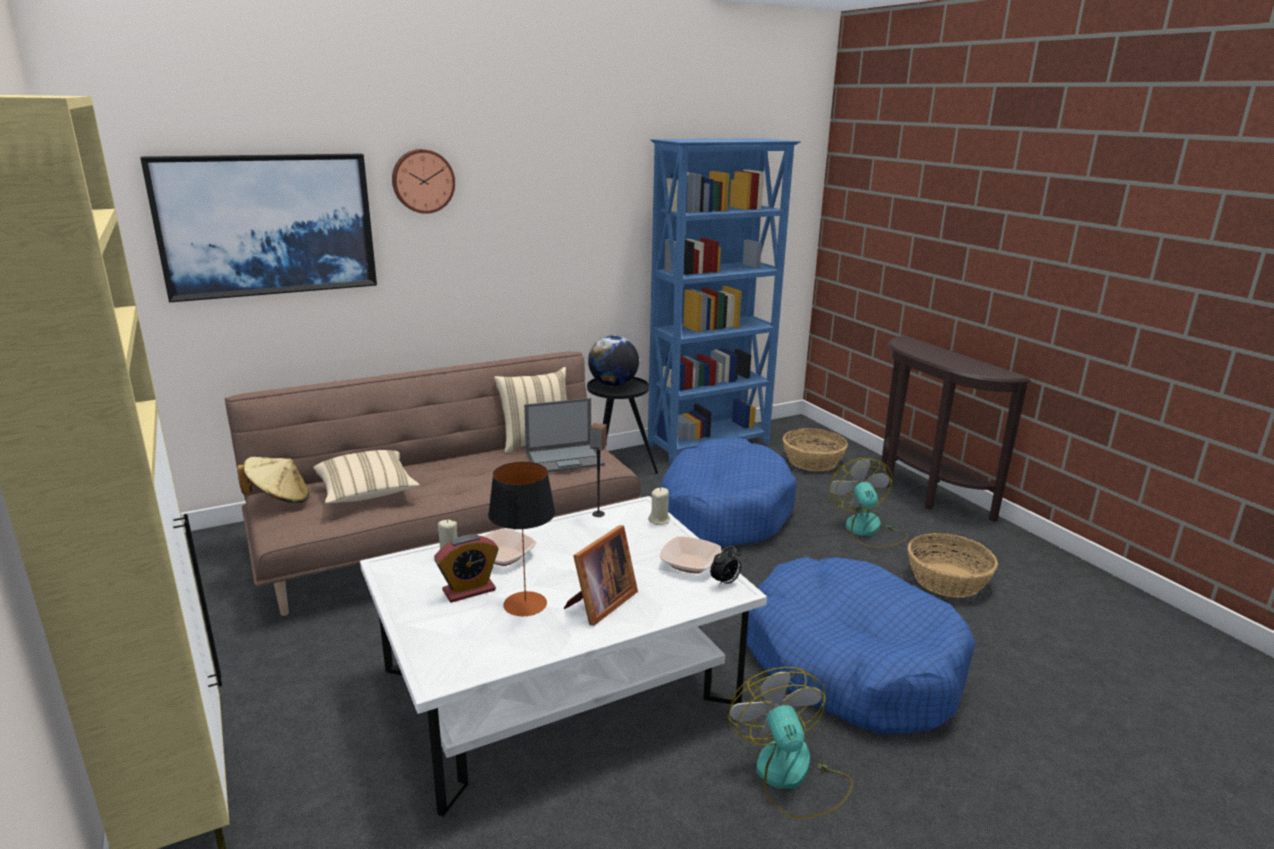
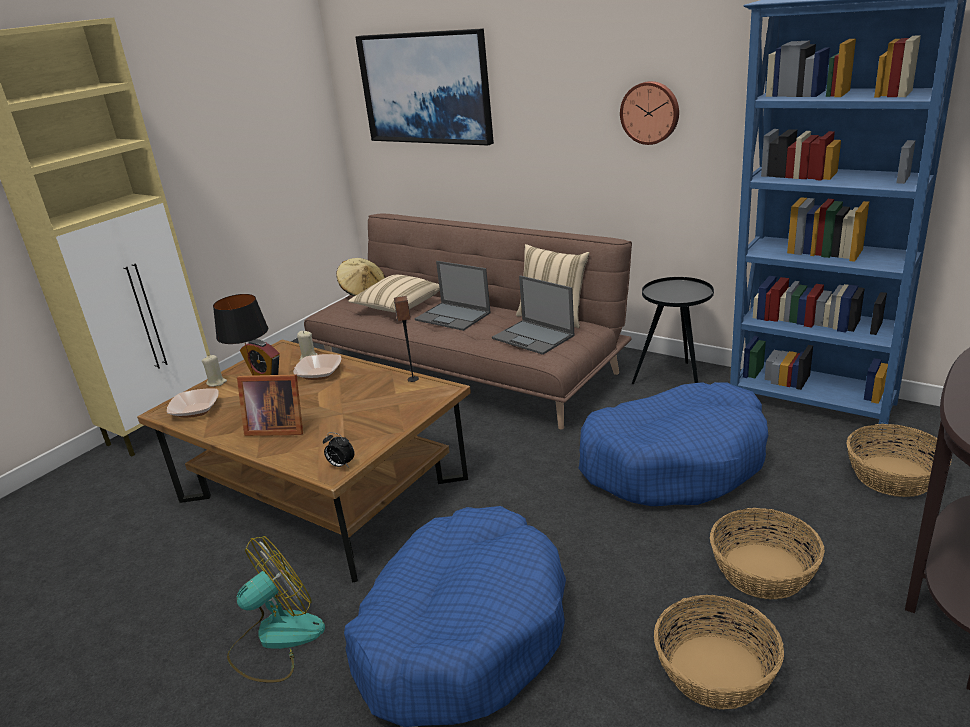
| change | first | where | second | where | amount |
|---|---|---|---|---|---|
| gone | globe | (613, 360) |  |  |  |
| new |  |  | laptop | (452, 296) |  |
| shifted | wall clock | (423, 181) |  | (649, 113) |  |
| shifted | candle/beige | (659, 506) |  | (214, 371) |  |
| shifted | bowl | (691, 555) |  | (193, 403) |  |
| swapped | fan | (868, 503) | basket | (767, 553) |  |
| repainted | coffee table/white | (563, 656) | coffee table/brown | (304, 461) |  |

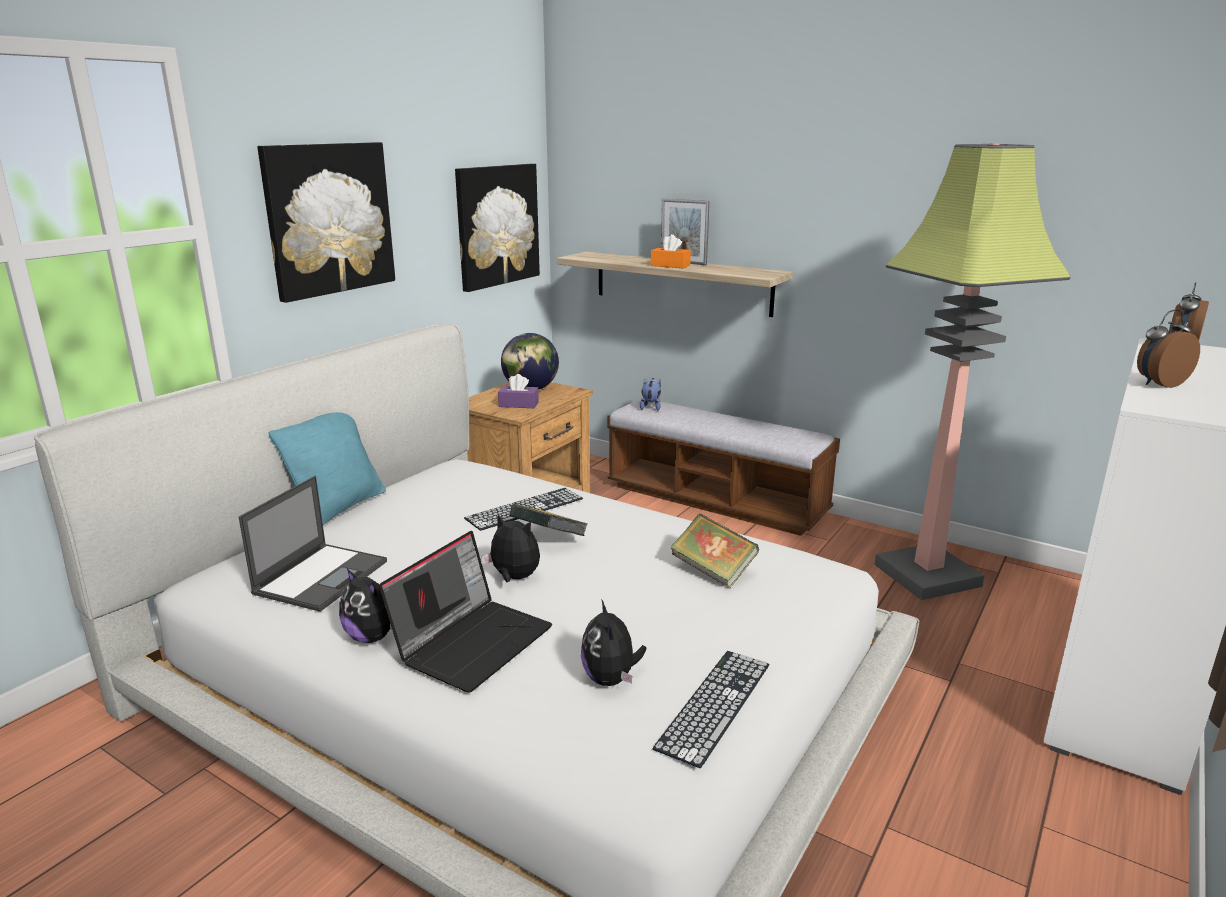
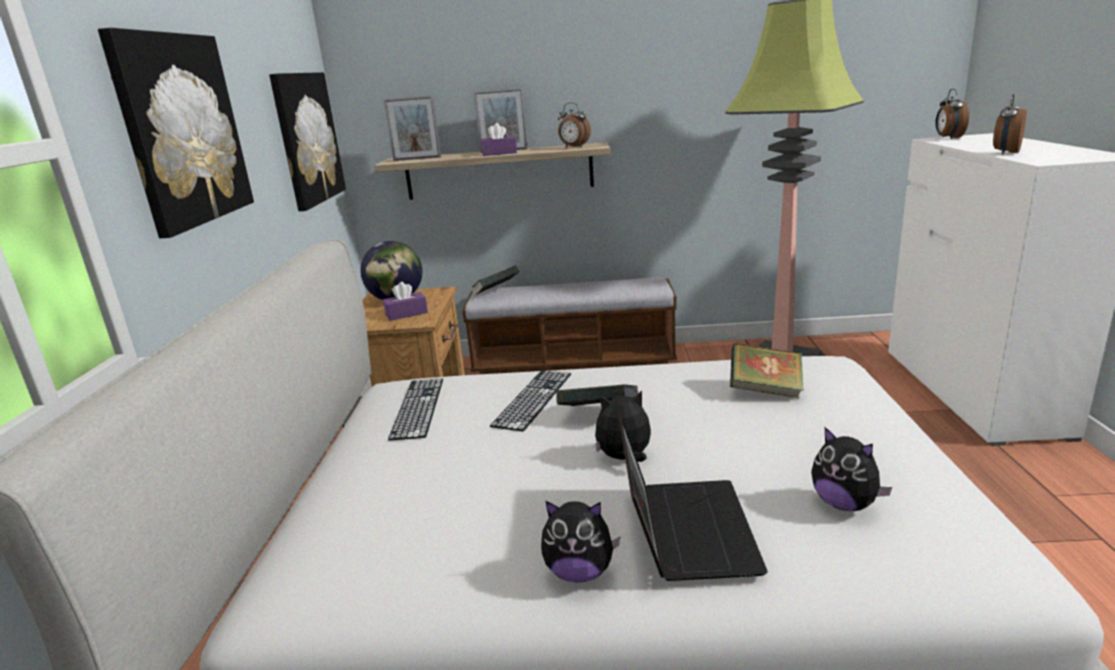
| change | first | where | second | where | amount |
|---|---|---|---|---|---|
| gone | laptop | (313, 544) |  |  |  |
| gone | pillow/turquoise | (327, 468) |  |  |  |
| new |  |  | picture frame | (412, 128) |  |
| new |  |  | alarm clock | (574, 125) |  |
| shifted | keyboard | (711, 709) |  | (415, 409) |  |
| swapped | plush toy | (650, 394) | book | (495, 280) |  |
| repainted | tissue box/orange | (671, 251) | tissue box/purple | (499, 139) |  |

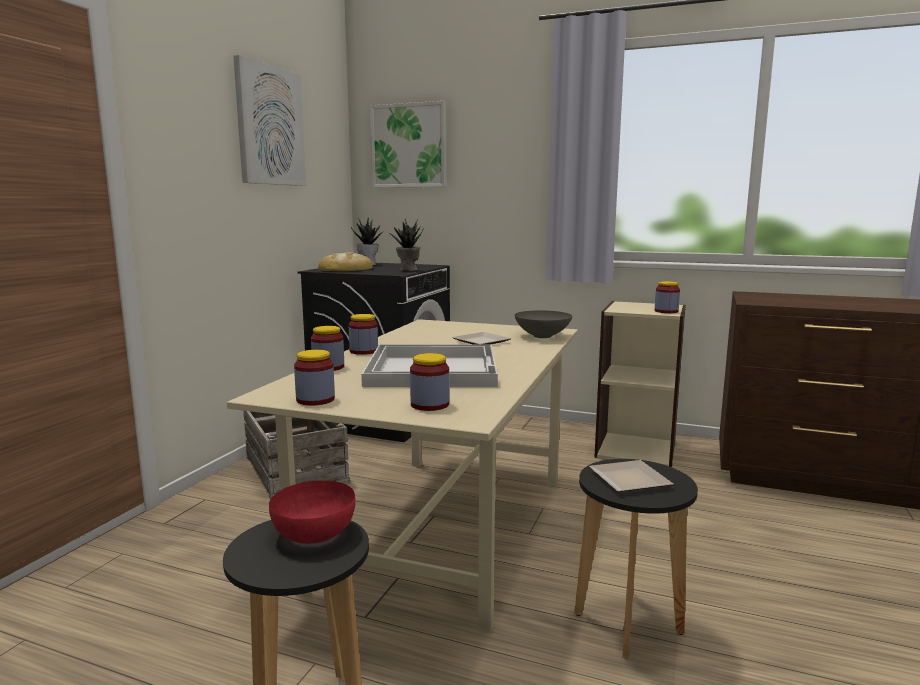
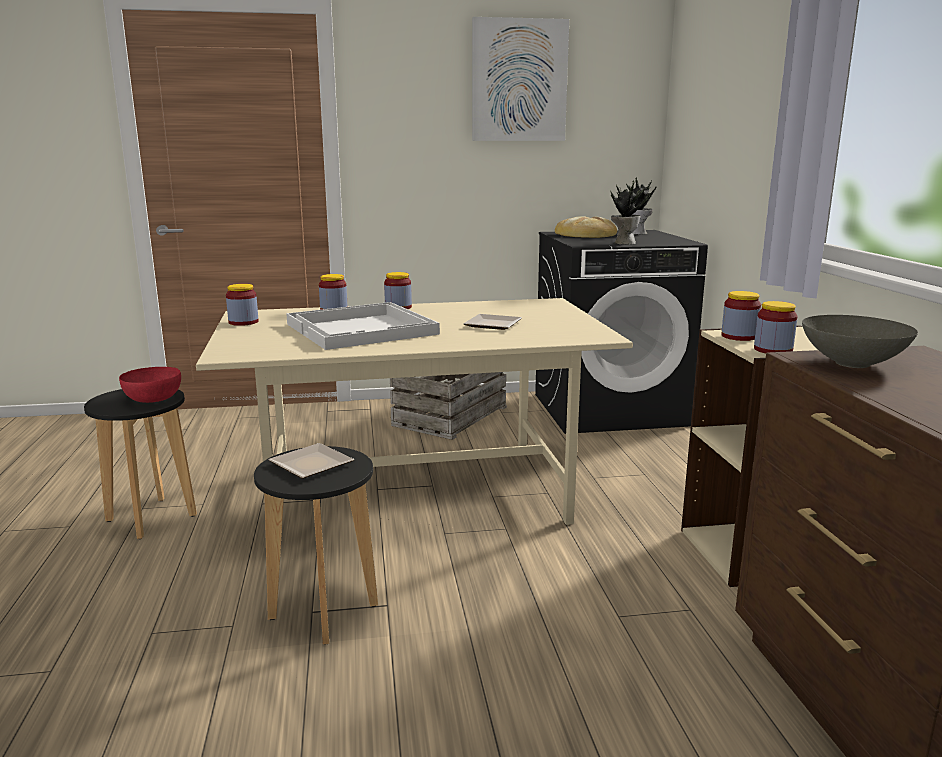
| change | first | where | second | where | amount |
|---|---|---|---|---|---|
| gone | picture | (408, 144) |  |  |  |
| shifted | jar | (429, 382) |  | (741, 316) |  |
| shifted | bowl/grey | (543, 324) |  | (860, 341) |  |

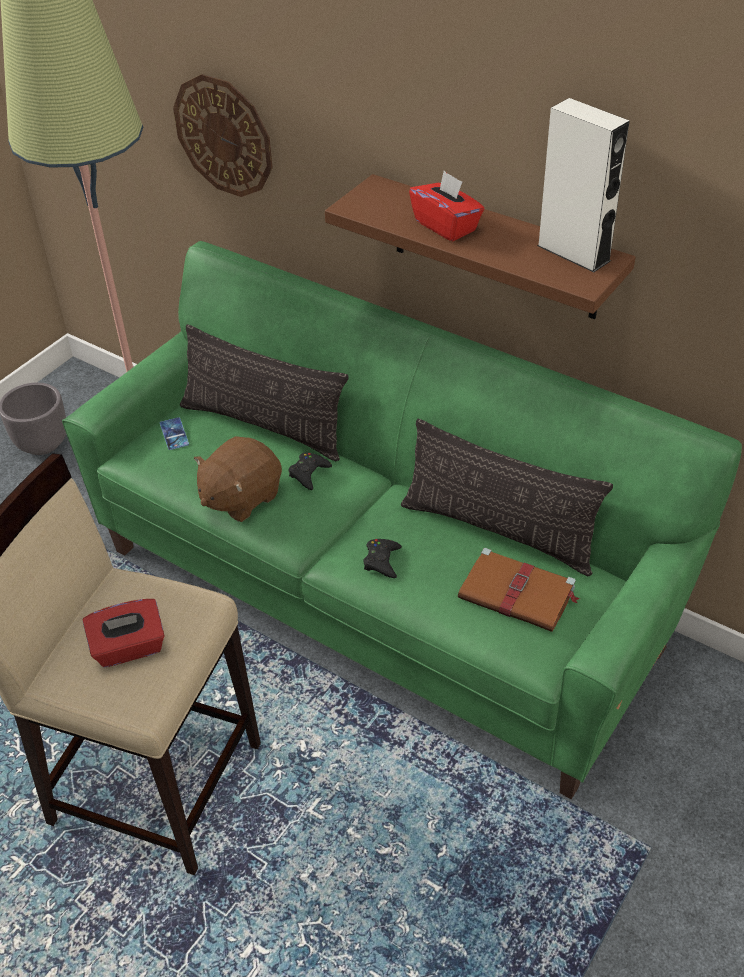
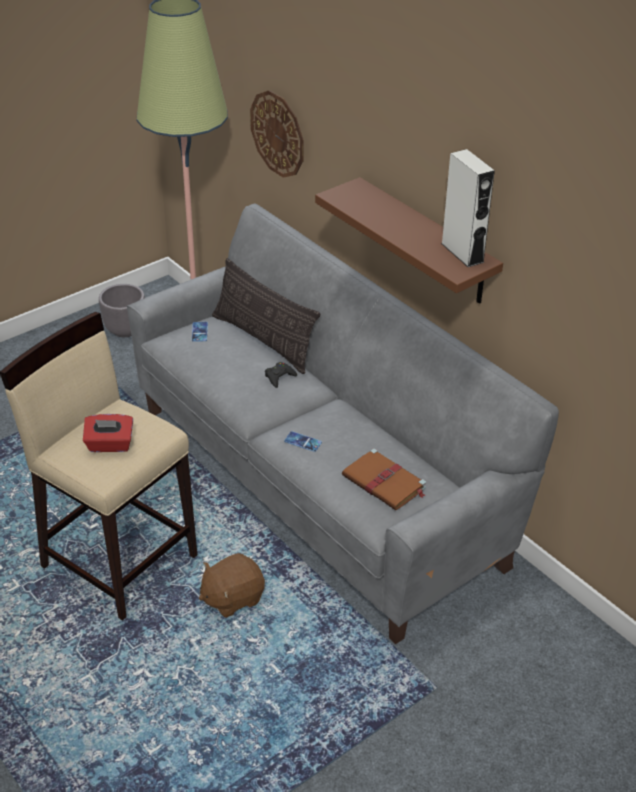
| change | first | where | second | where | amount |
|---|---|---|---|---|---|
| gone | pillow | (507, 497) |  |  |  |
| gone | tissue box/red | (446, 206) |  |  |  |
| shifted | plush toy/brown | (238, 479) |  | (232, 585) |  |
| swapped | game controller/black | (382, 558) | phone | (303, 441) |  |
| repainted | sofa/green | (402, 520) | sofa/grey | (343, 423) |  |

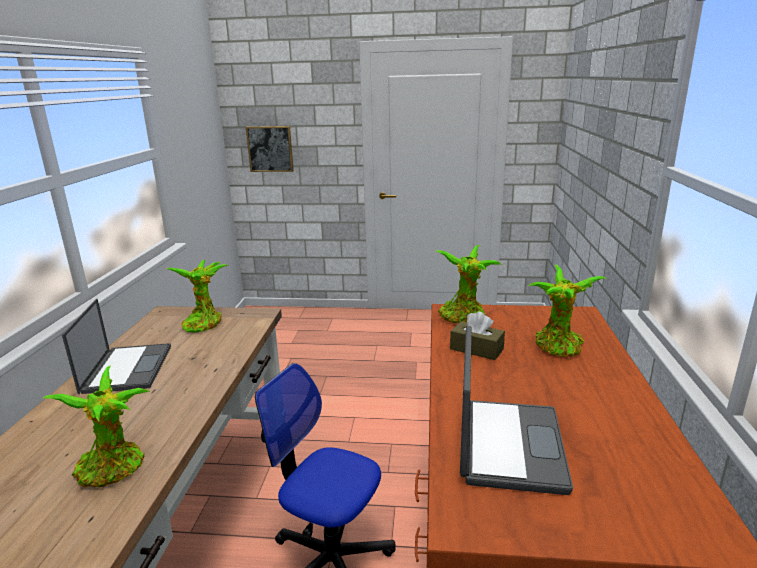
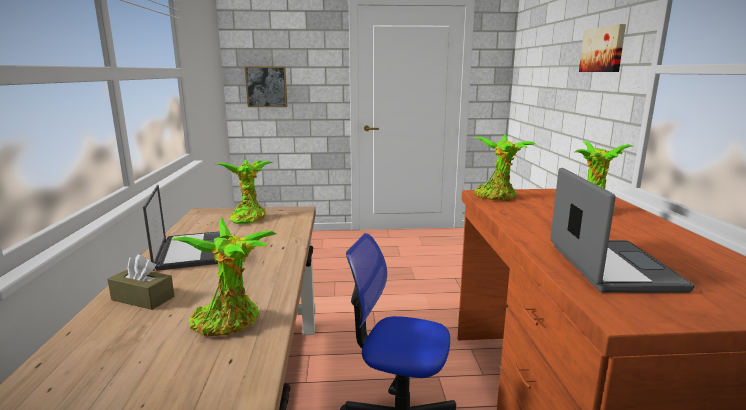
| change | first | where | second | where | amount |
|---|---|---|---|---|---|
| new |  |  | picture | (602, 48) |  |
| shifted | tissue box/brown | (477, 335) |  | (140, 282) |  |

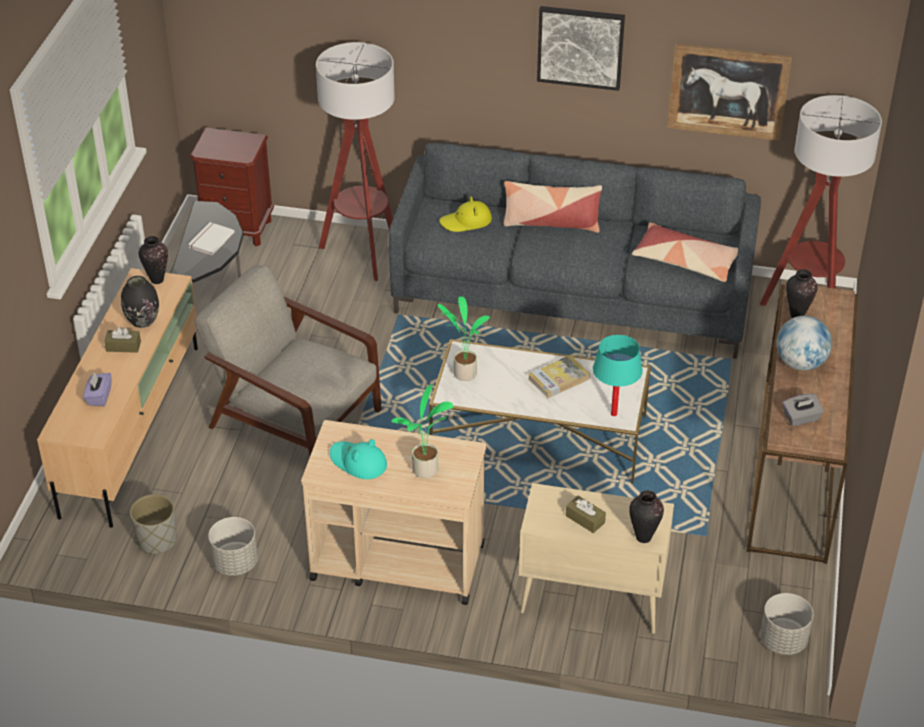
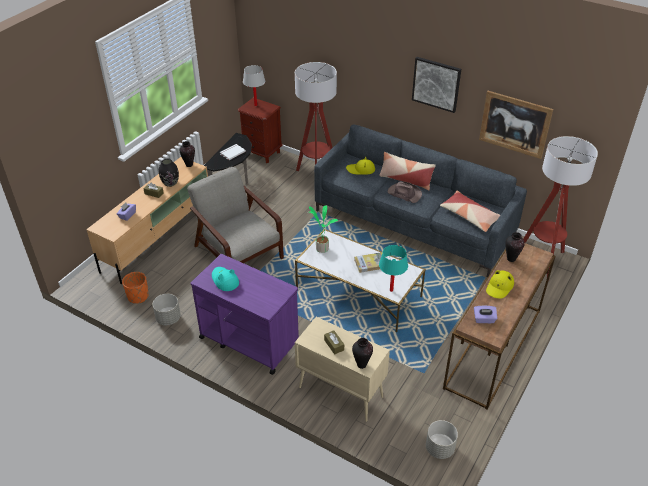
| change | first | where | second | where | amount |
|---|---|---|---|---|---|
| gone | potted plant | (422, 431) |  |  |  |
| new |  |  | table lamp/white | (254, 85) |  |
| new |  |  | hat/brown | (405, 192) |  |
| swapped | globe | (804, 343) | hat/yellow | (500, 284) |  |
| repainted | planter/grey | (153, 524) | planter/orange | (135, 288) |  |
| repainted | cart/beige | (393, 512) | cart/purple | (245, 314) |  |
| repainted | tissue box/grey | (803, 410) | tissue box/purple | (485, 314) |  |

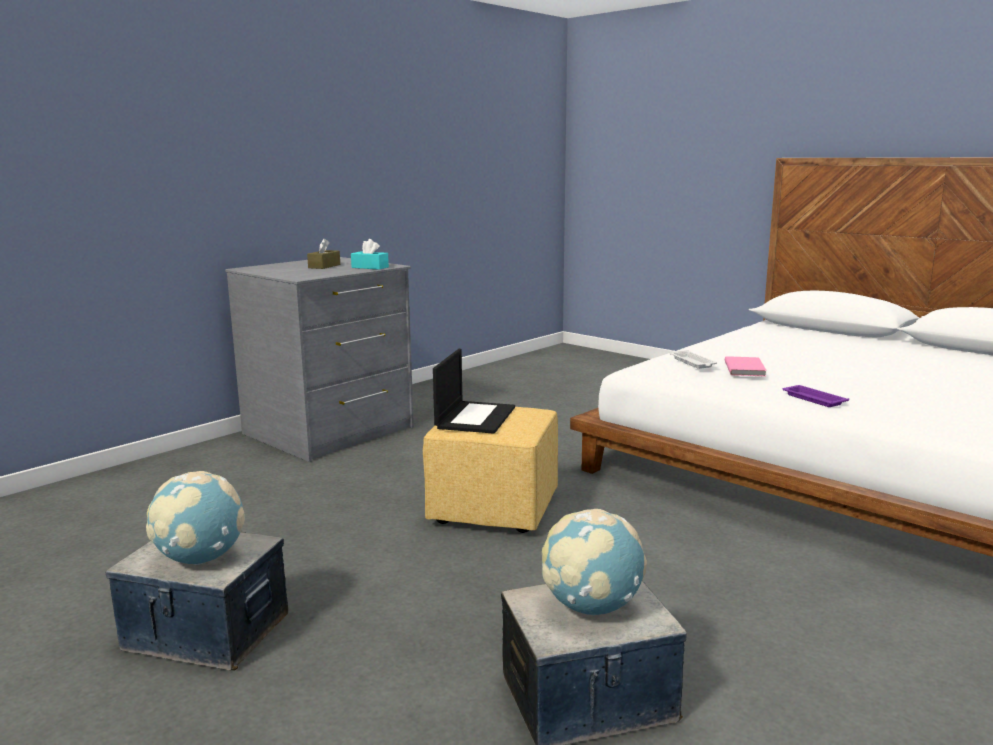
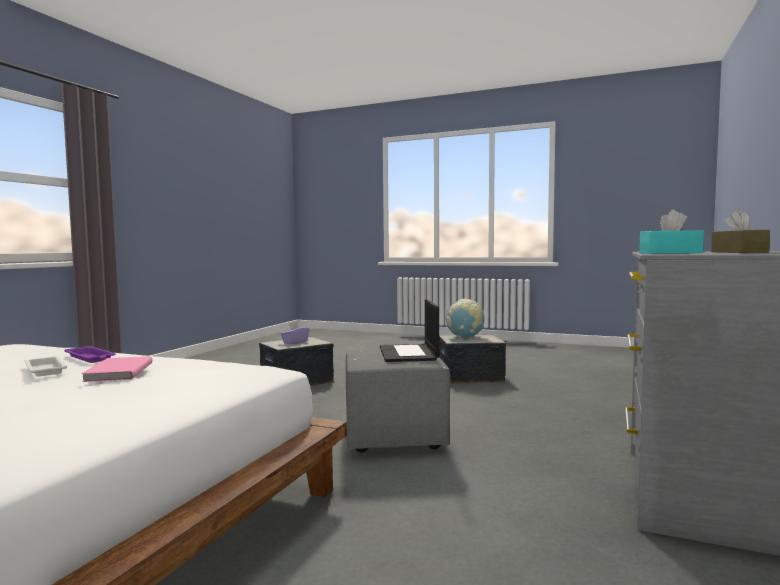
| change | first | where | second | where | amount |
|---|---|---|---|---|---|
| shifted | tray/white | (693, 359) |  | (46, 366) |  |
| swapped | globe | (594, 562) | tissue box/purple | (295, 333) |  |
| repainted | ottoman/yellow | (490, 470) | ottoman/grey | (398, 400) |  |

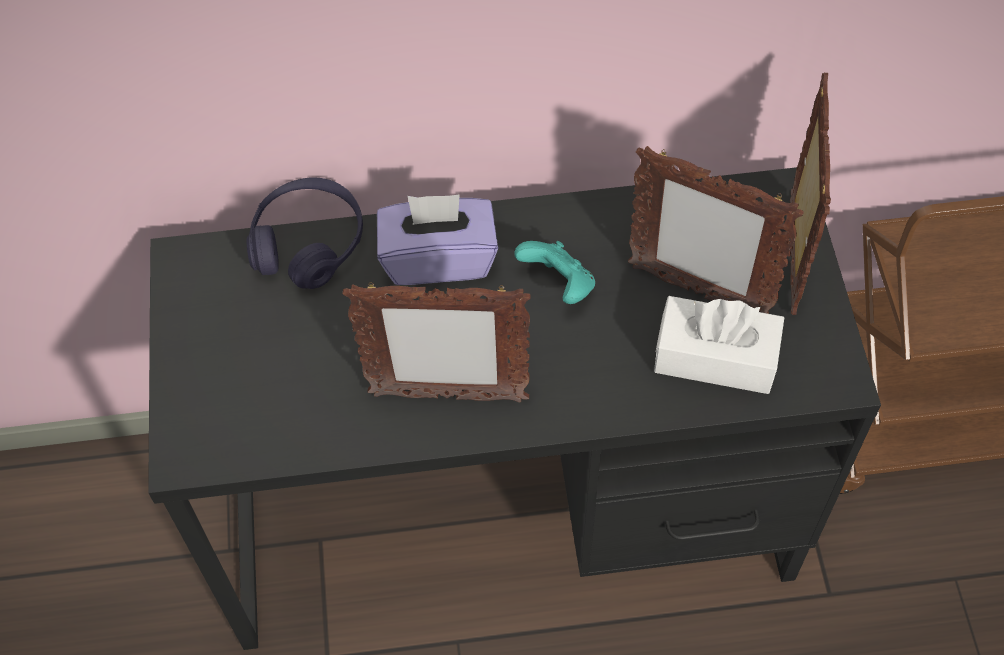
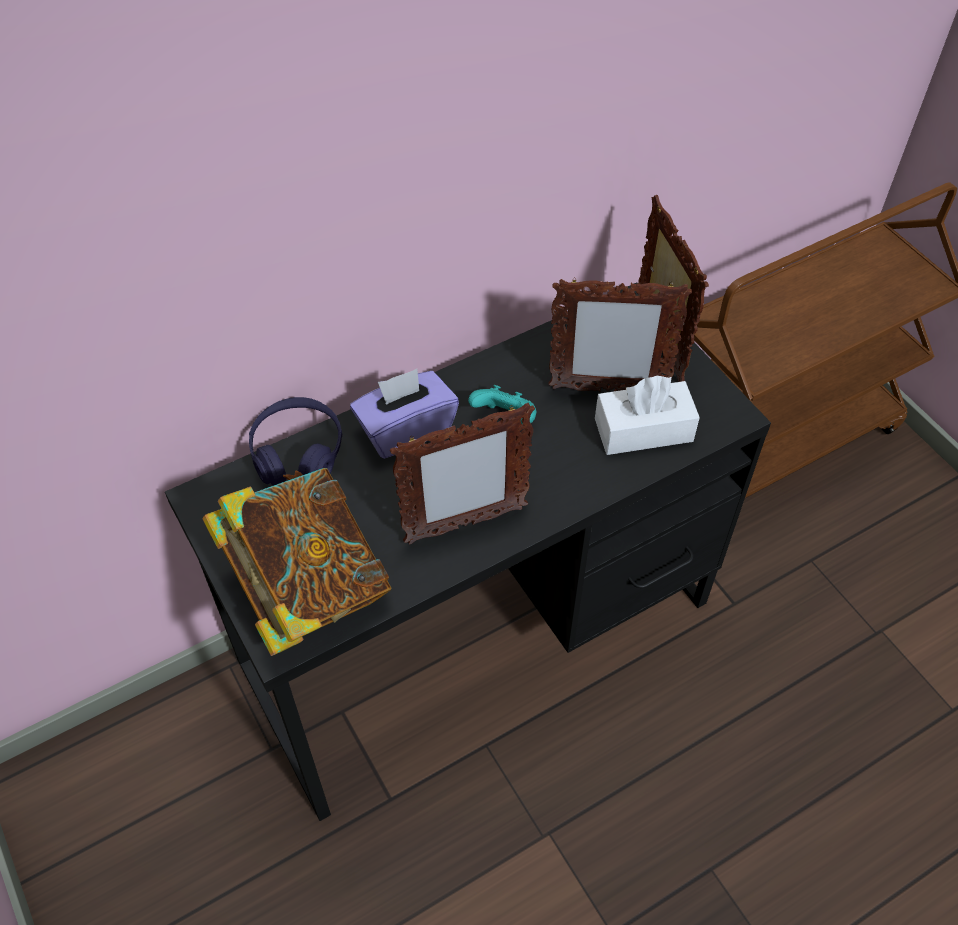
| change | first | where | second | where | amount |
|---|---|---|---|---|---|
| new |  |  | book | (296, 562) |  |

